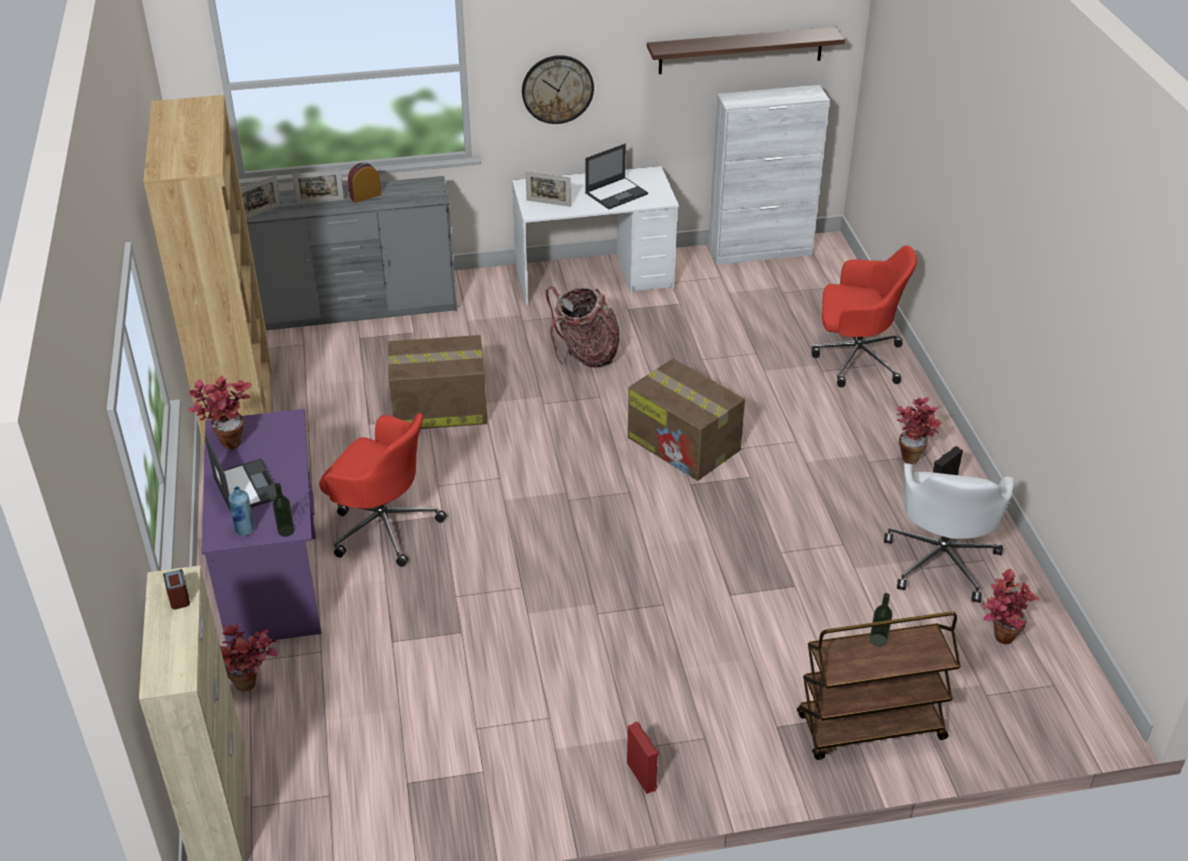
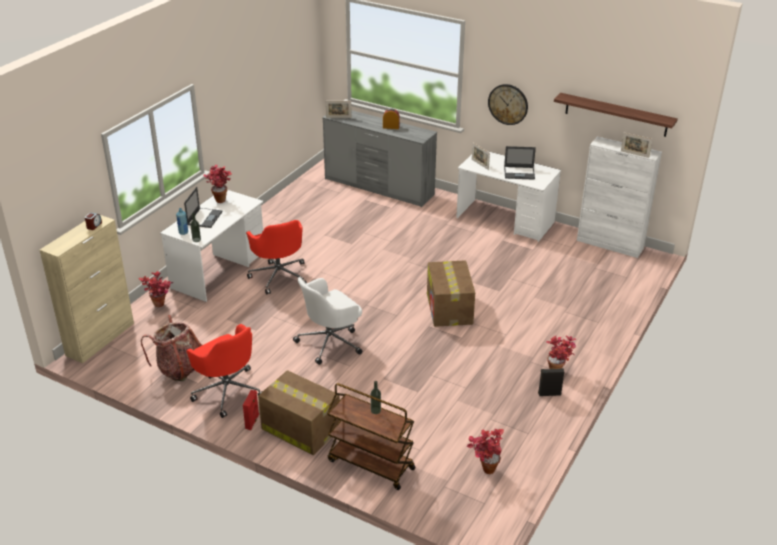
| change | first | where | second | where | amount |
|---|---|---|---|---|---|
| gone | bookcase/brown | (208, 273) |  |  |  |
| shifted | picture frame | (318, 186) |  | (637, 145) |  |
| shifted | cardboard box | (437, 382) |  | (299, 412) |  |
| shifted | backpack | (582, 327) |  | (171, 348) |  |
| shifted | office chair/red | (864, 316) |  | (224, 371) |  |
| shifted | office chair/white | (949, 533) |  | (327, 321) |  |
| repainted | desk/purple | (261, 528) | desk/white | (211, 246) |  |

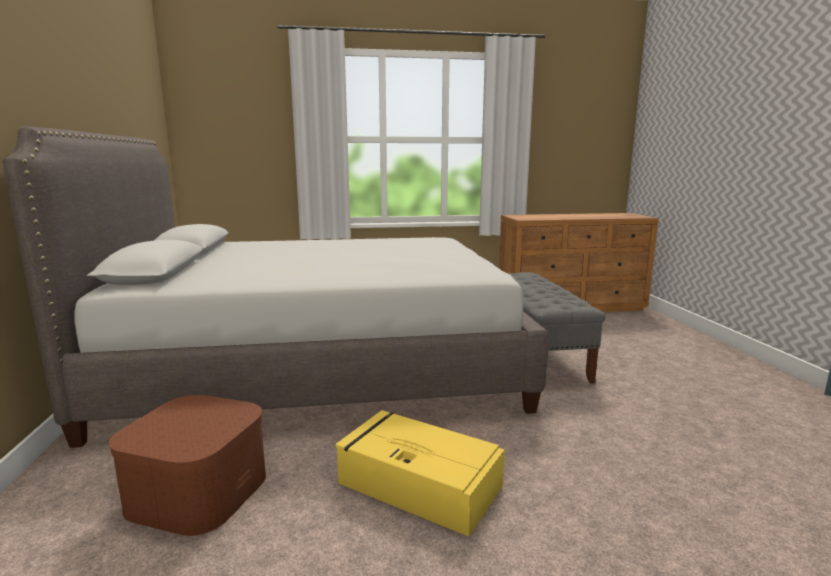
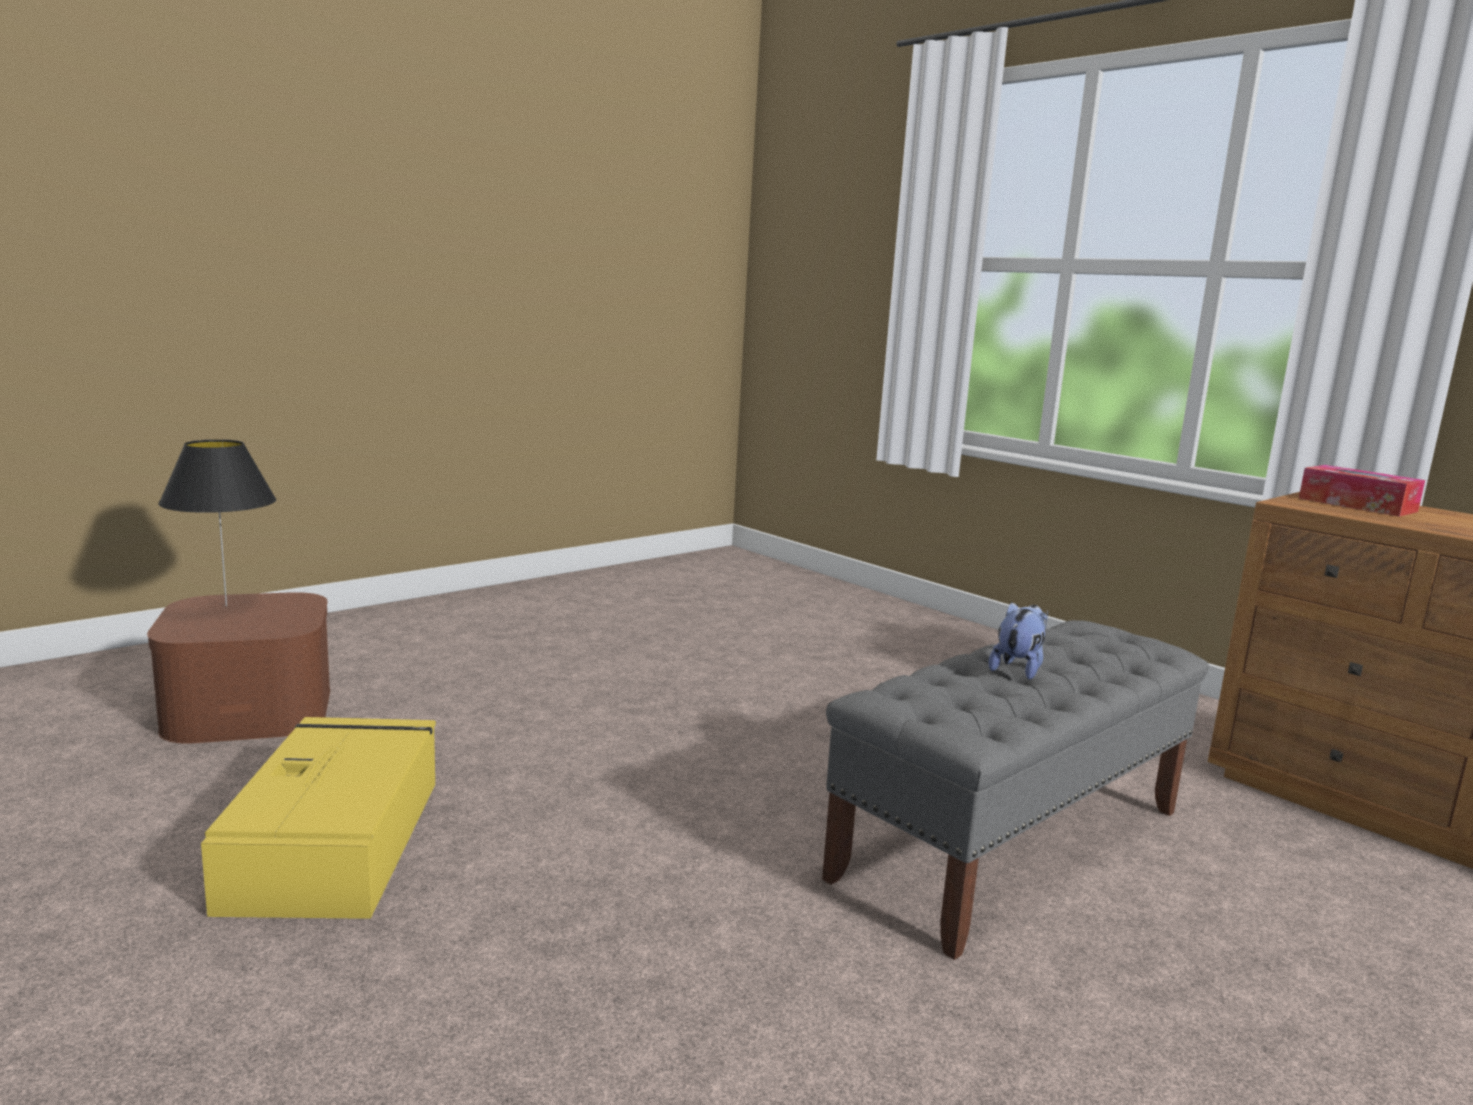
| change | first | where | second | where | amount |
|---|---|---|---|---|---|
| gone | bed/grey | (275, 287) |  |  |  |
| new |  |  | table lamp/black | (217, 522) |  |
| new |  |  | plush toy | (1018, 641) |  |
| new |  |  | tissue box | (1362, 491) |  |

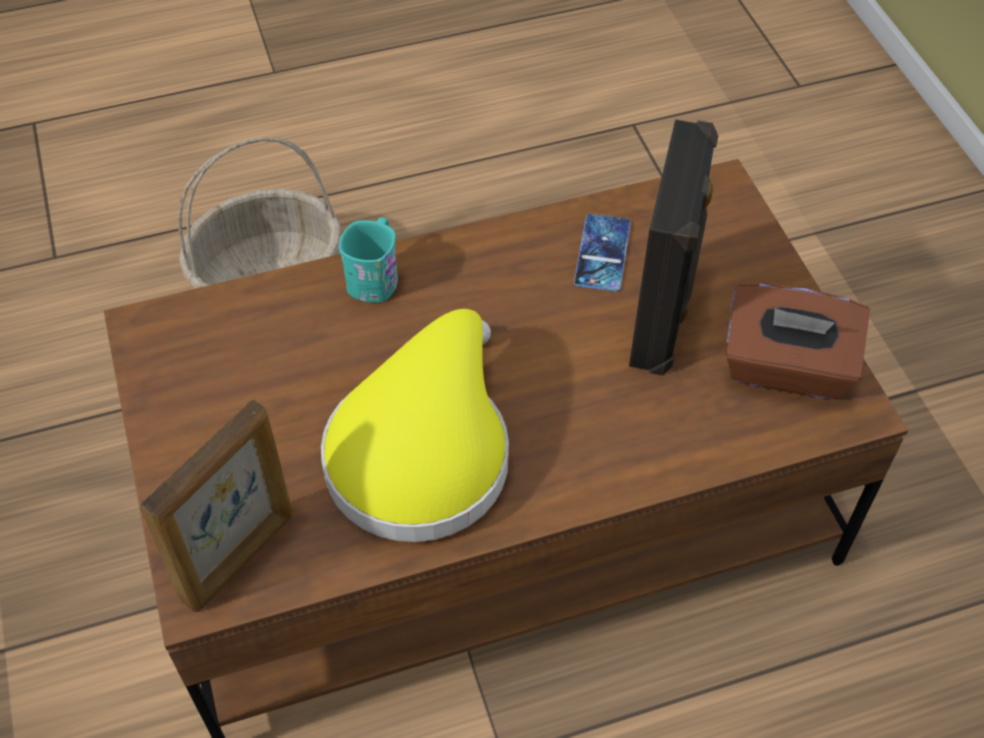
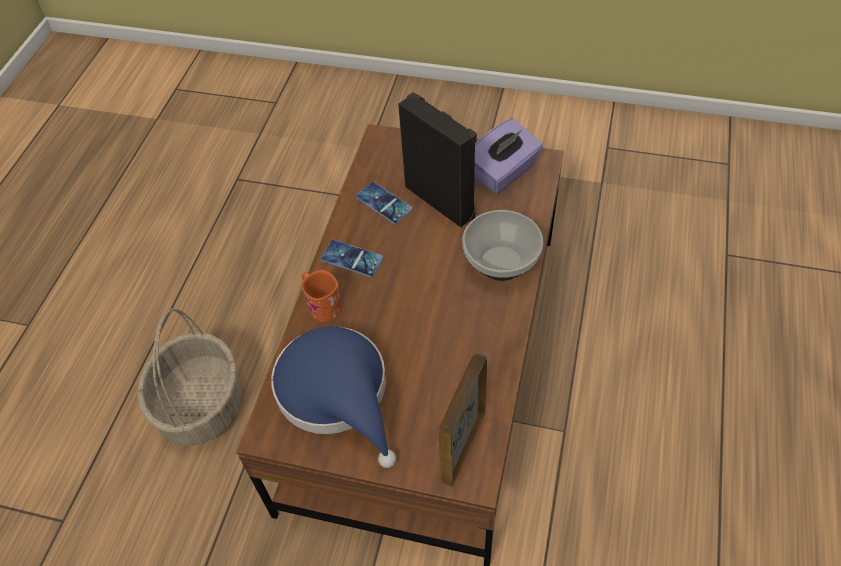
| change | first | where | second | where | amount |
|---|---|---|---|---|---|
| gone | hat/yellow | (415, 425) |  |  |  |
| new |  |  | hat/blue | (333, 397) |  |
| new |  |  | phone | (351, 258) |  |
| new |  |  | bowl | (503, 245) |  |
| repainted | mug/turquoise | (368, 260) | mug/orange | (321, 296) |  |
| repainted | tissue box/brown | (797, 341) | tissue box/purple | (508, 156) |  |
| rotated | picture frame | (216, 506) |  | (463, 420) | 135 degrees counterclockwise |

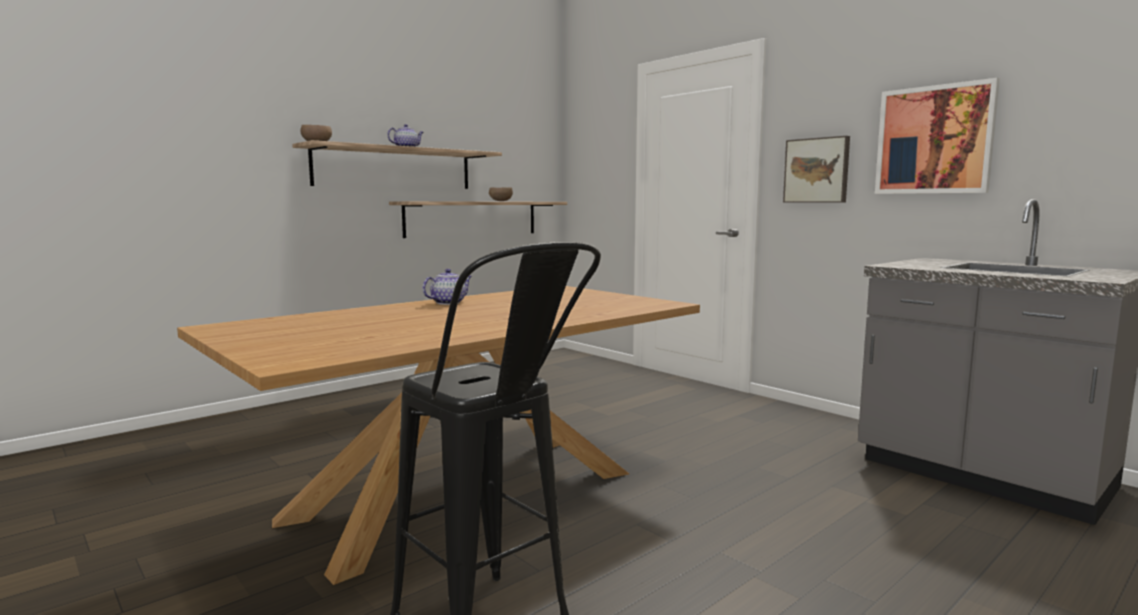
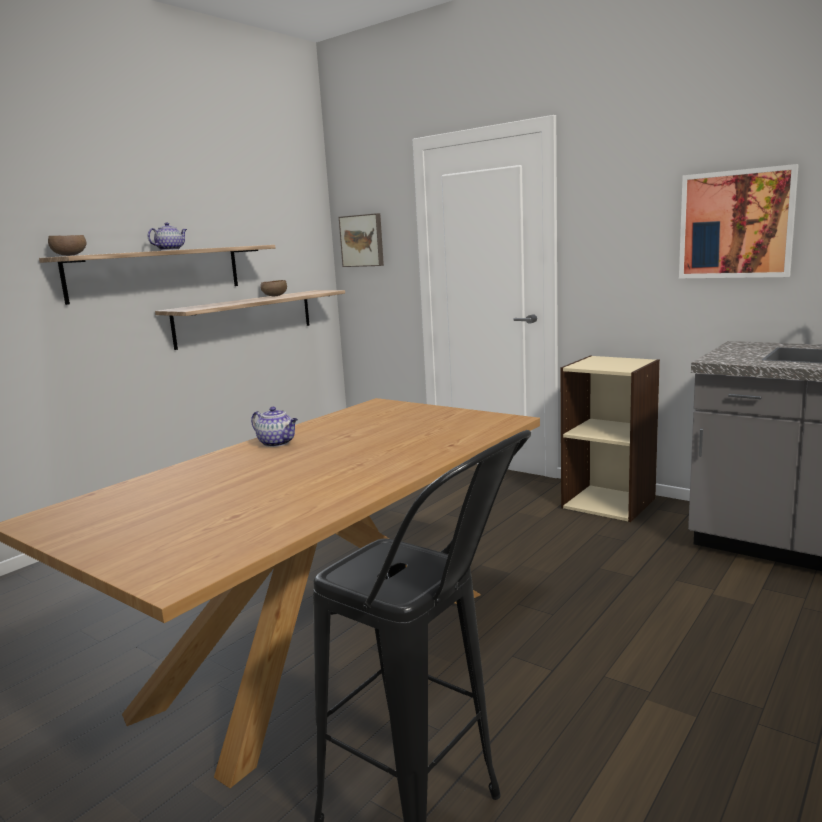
| change | first | where | second | where | amount |
|---|---|---|---|---|---|
| new |  |  | bookcase/beige | (610, 439) |  |
| shifted | picture | (816, 169) |  | (361, 240) |  |
| rotated | teapot | (447, 287) |  | (274, 427) | 90 degrees clockwise |

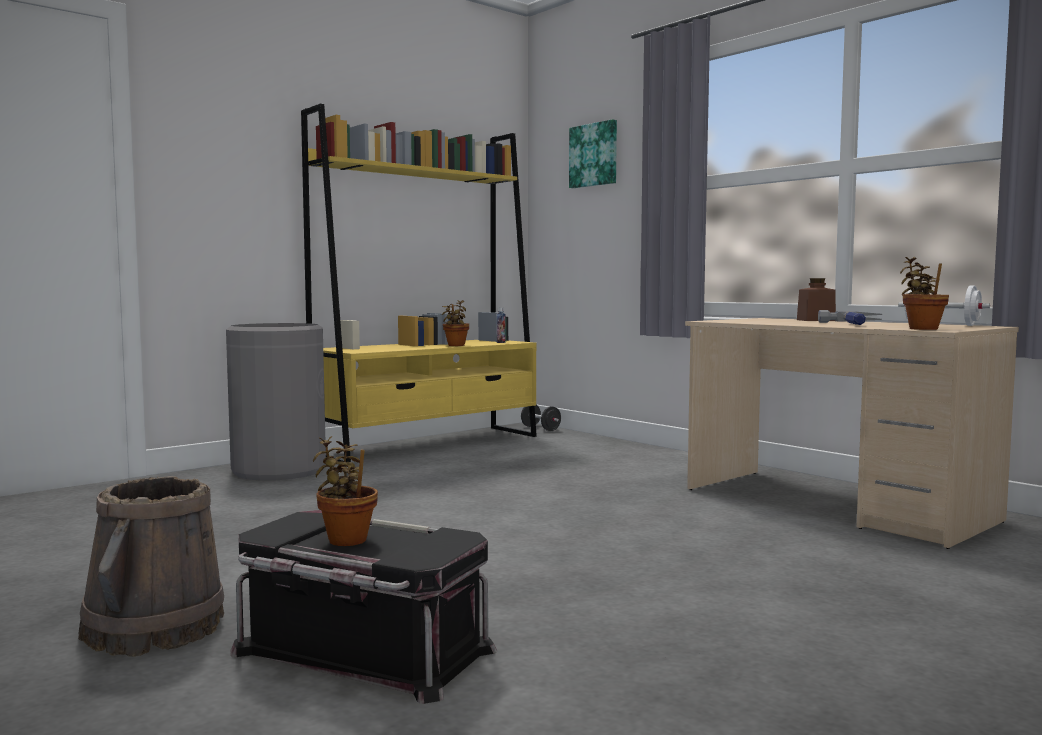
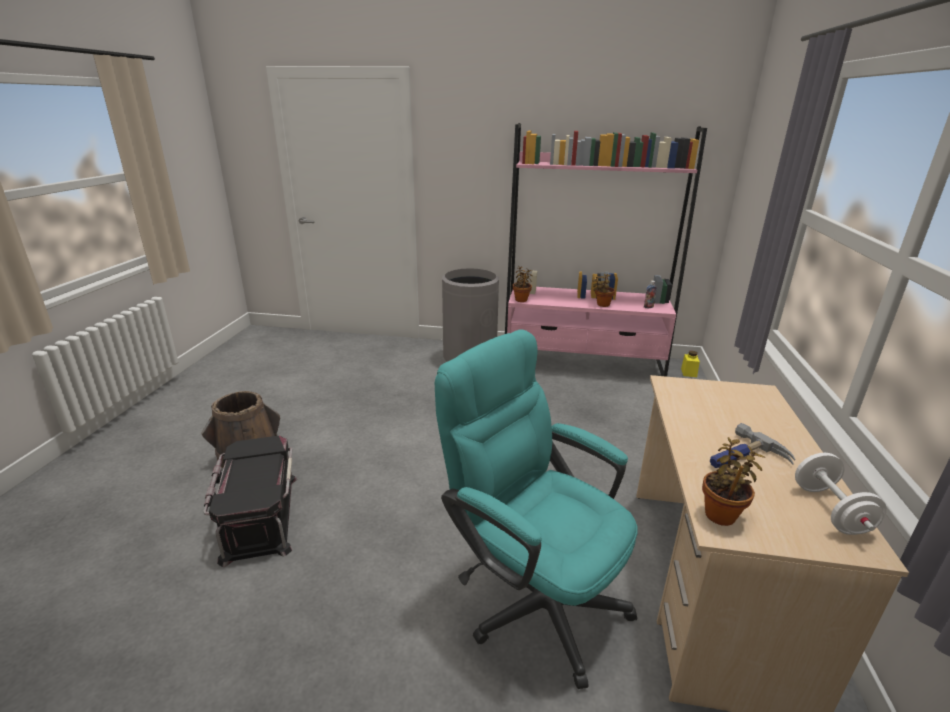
| change | first | where | second | where | amount |
|---|---|---|---|---|---|
| gone | picture | (593, 153) |  |  |  |
| gone | jar/brown | (816, 299) |  |  |  |
| new |  |  | office chair/turquoise | (536, 509) |  |
| shifted | potted plant | (345, 491) |  | (523, 284) |  |
| swapped | dumbbell/black | (541, 418) | jar/yellow | (690, 364) |  |
| repainted | bookcase/yellow | (419, 283) | bookcase/pink | (606, 250) |  |

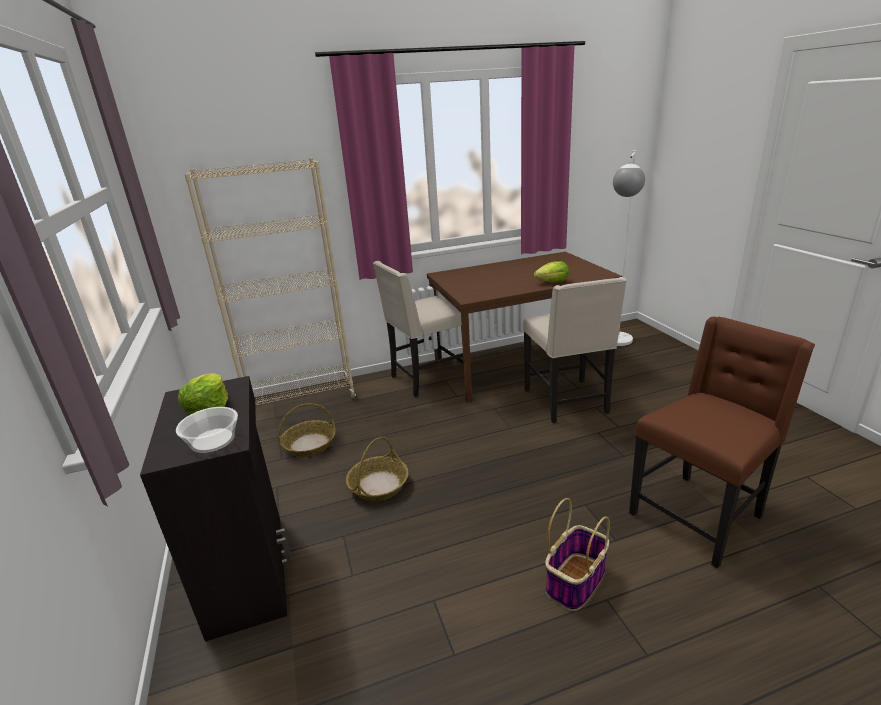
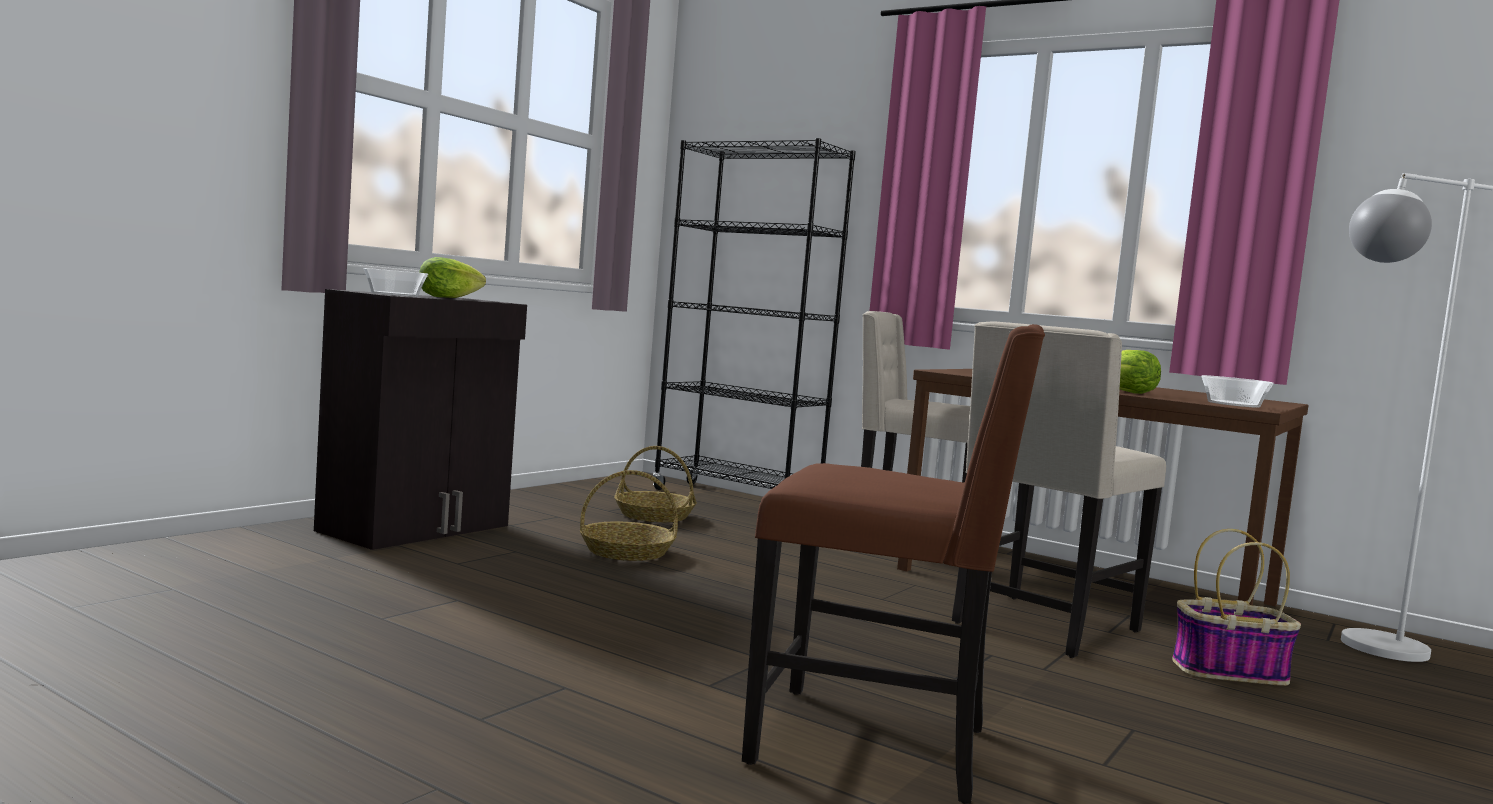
| change | first | where | second | where | amount |
|---|---|---|---|---|---|
| new |  |  | bowl | (1237, 391) |  |
| shifted | basket | (577, 554) |  | (1236, 607) |  |
| repainted | bookcase/beige | (270, 281) | bookcase/black | (754, 314) |  |

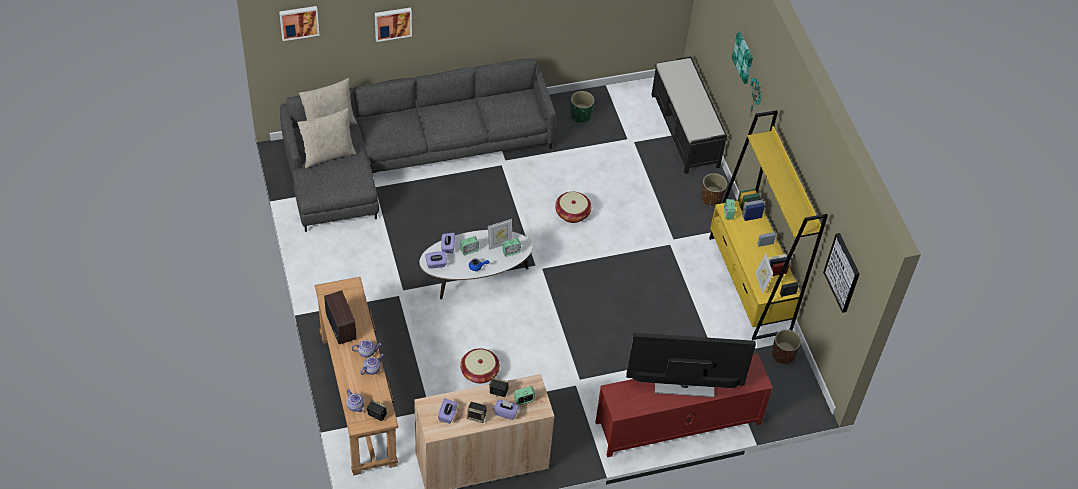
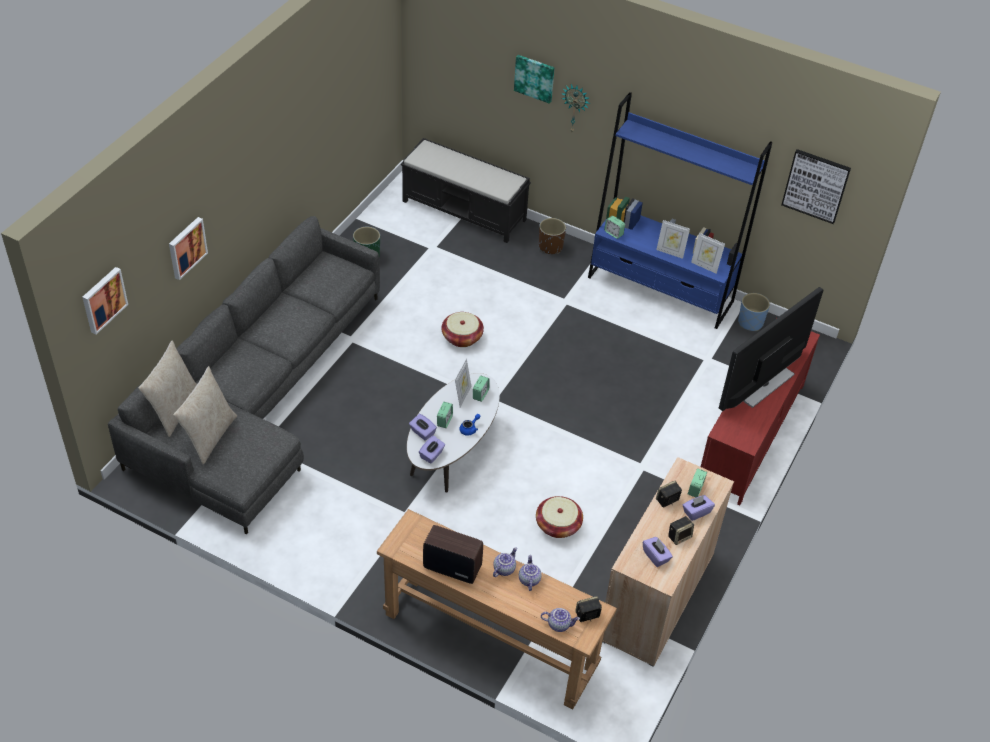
| change | first | where | second | where | amount |
|---|---|---|---|---|---|
| new |  |  | picture frame | (673, 239) |  |
| repainted | bookcase/yellow | (768, 225) | bookcase/blue | (680, 210) |  |
| repainted | planter/brown | (786, 346) | planter/blue | (754, 312) |  |

